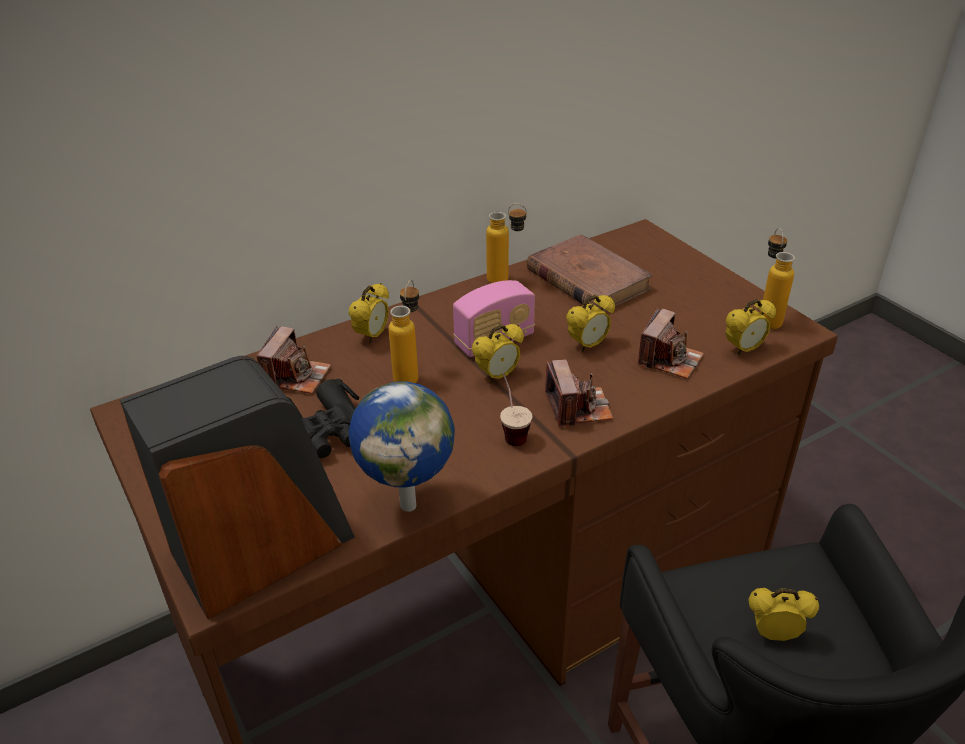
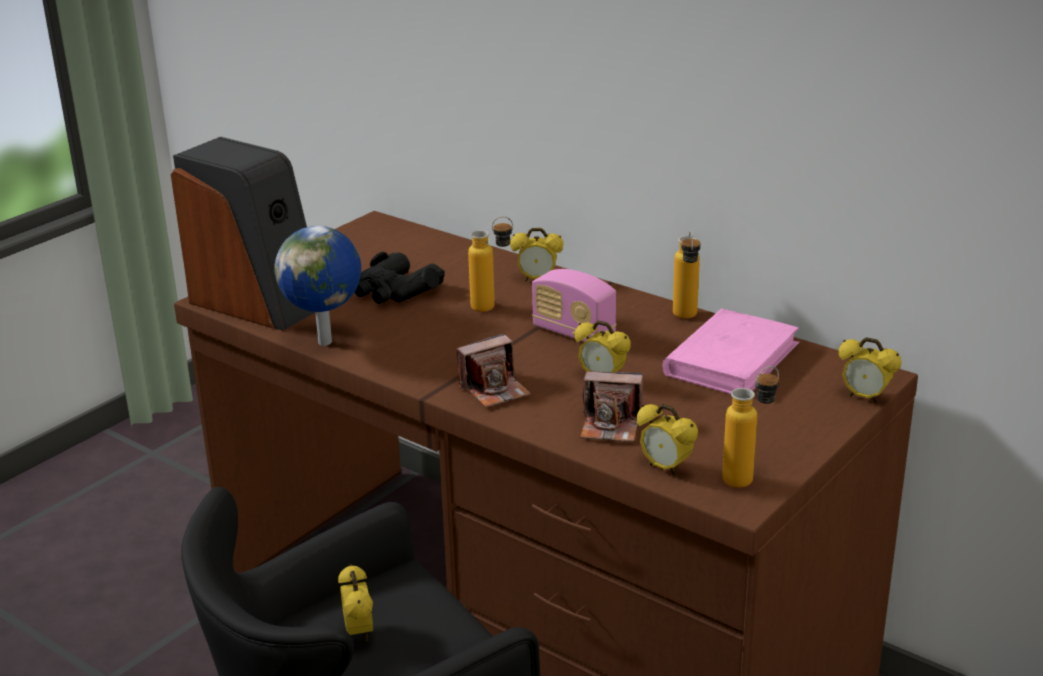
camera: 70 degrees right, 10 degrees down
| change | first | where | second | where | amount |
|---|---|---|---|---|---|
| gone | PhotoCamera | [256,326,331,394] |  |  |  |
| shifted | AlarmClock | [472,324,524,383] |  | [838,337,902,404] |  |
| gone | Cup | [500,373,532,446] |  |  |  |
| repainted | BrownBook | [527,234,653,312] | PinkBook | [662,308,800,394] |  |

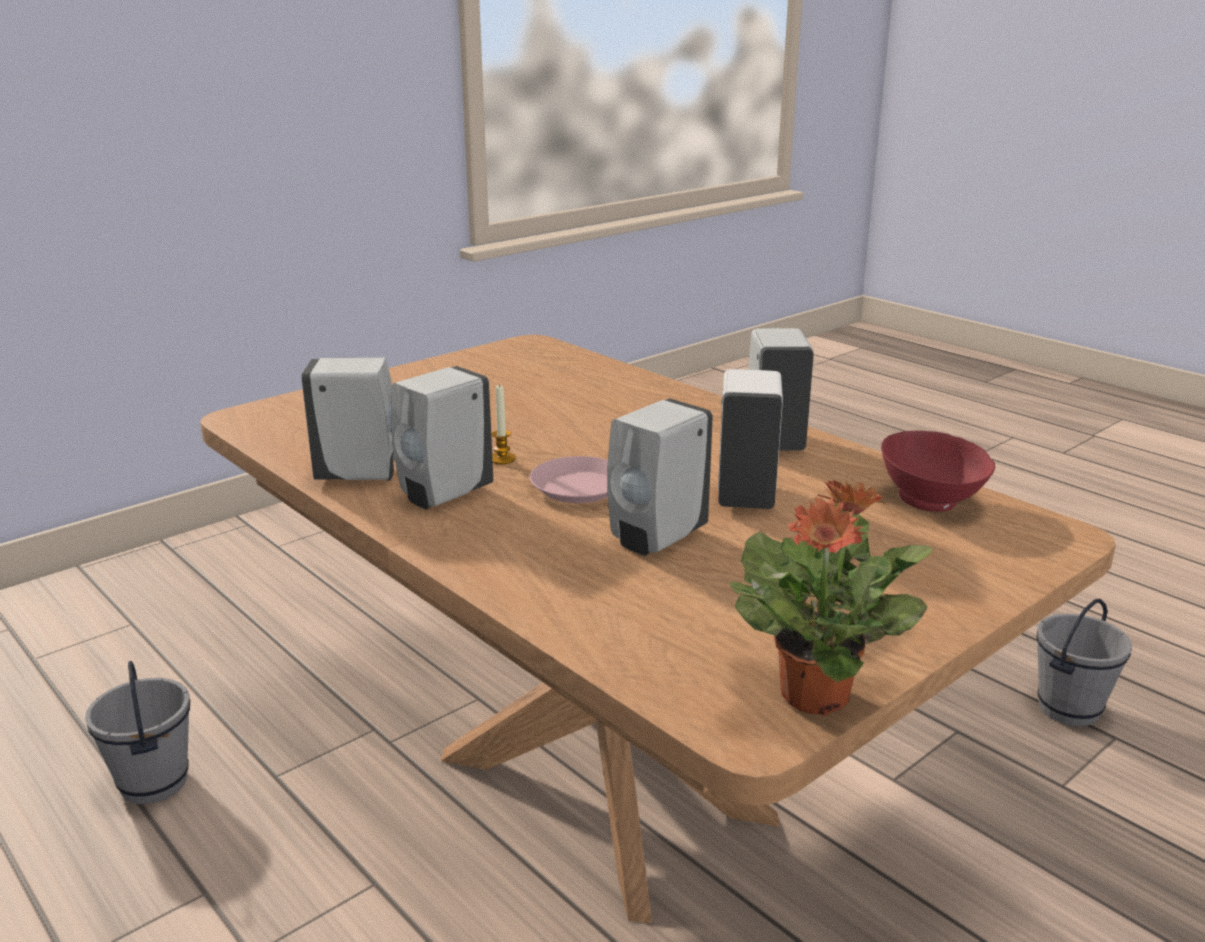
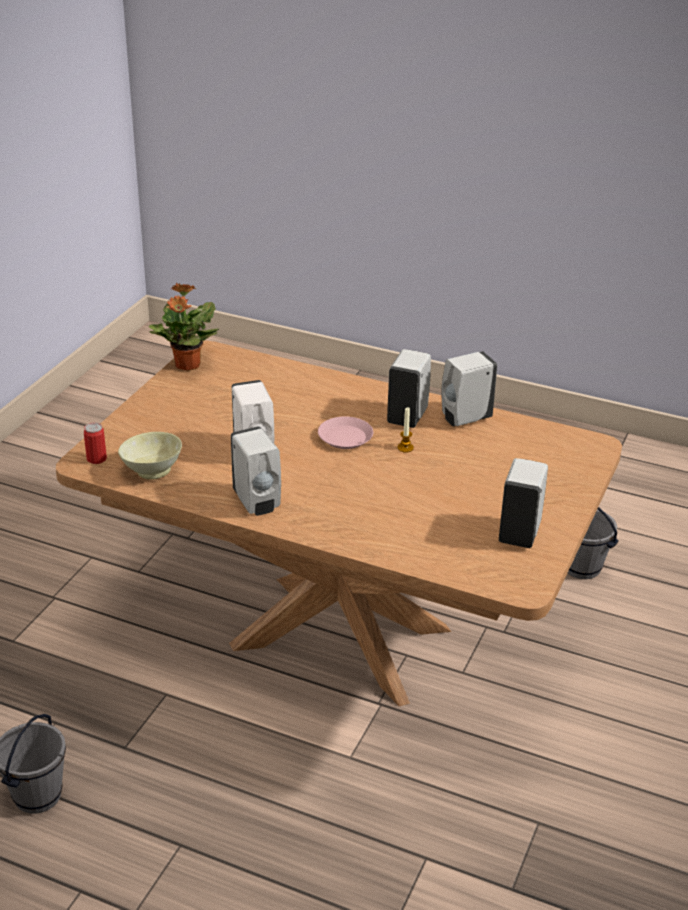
camera: 155 degrees right, 10 degrees up
| change | first | where | second | where | amount |
|---|---|---|---|---|---|
| shifted | WhiteSoapDispenser | [607,399,713,556] |  | [499,458,548,548] |  |
| repainted | RedBowl | [881,430,995,512] | BeigeBowl | [118,432,182,480] |  |
| new |  |  | Can | [84,422,107,464] |  |

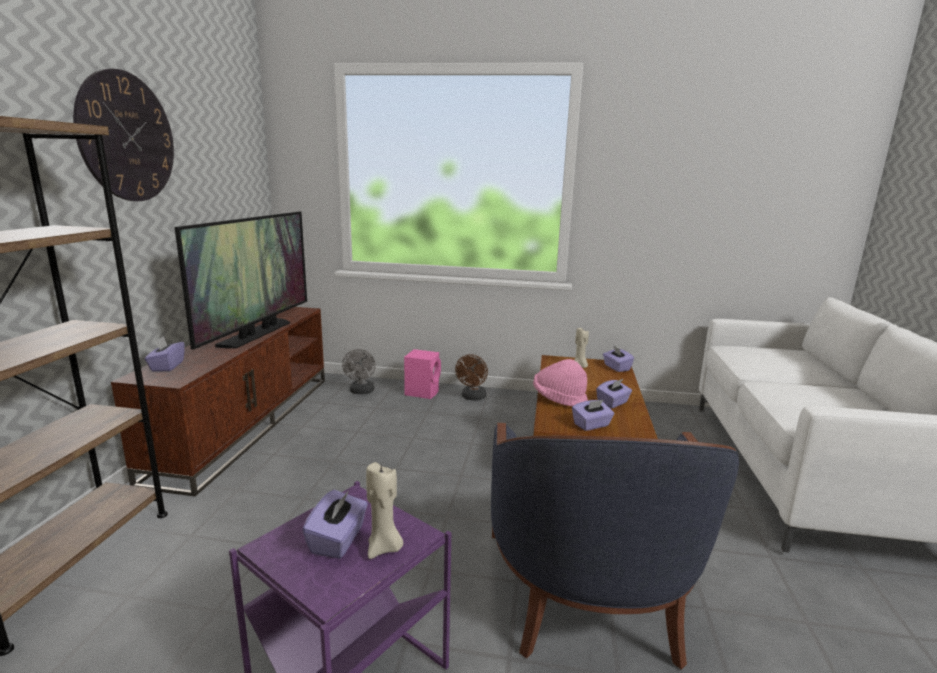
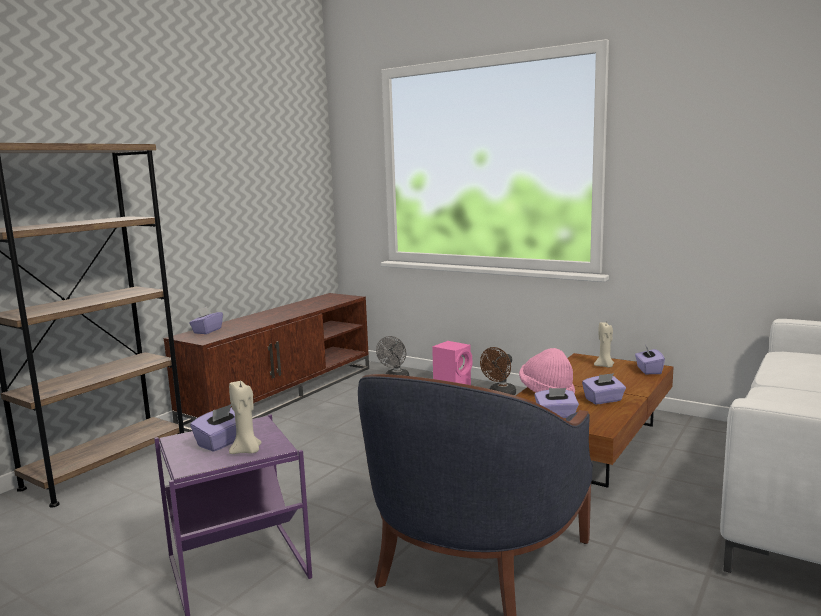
camera: 25 degrees right, 5 degrees down
| change | first | where | second | where | amount |
|---|---|---|---|---|---|
| gone | WallClock | [73,69,174,201] |  |  |  |
| gone | Television | [174,212,307,349] |  |  |  |

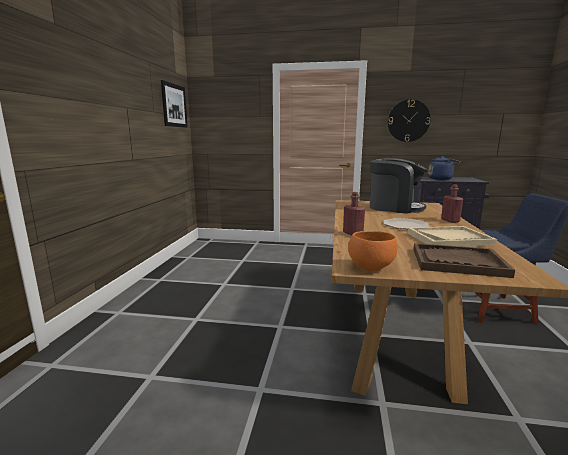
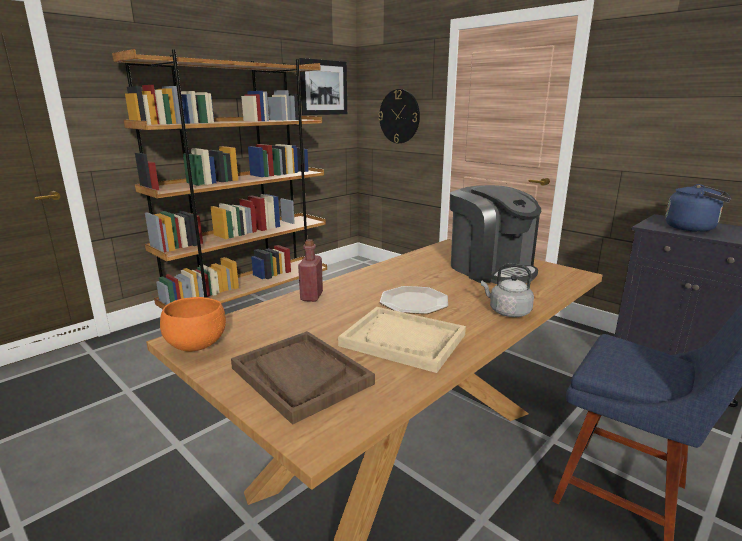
camera: 35 degrees right, 5 degrees up
| change | first | where | second | where | amount |
|---|---|---|---|---|---|
| shifted | WallClock | [388,99,430,142] |  | [378,89,420,143] |  |
| swapped | RedBottle | [441,184,463,223] | GreyKettle | [481,263,534,317] |  |
| new |  |  | BrownBookcase | [112,49,327,309] |  |

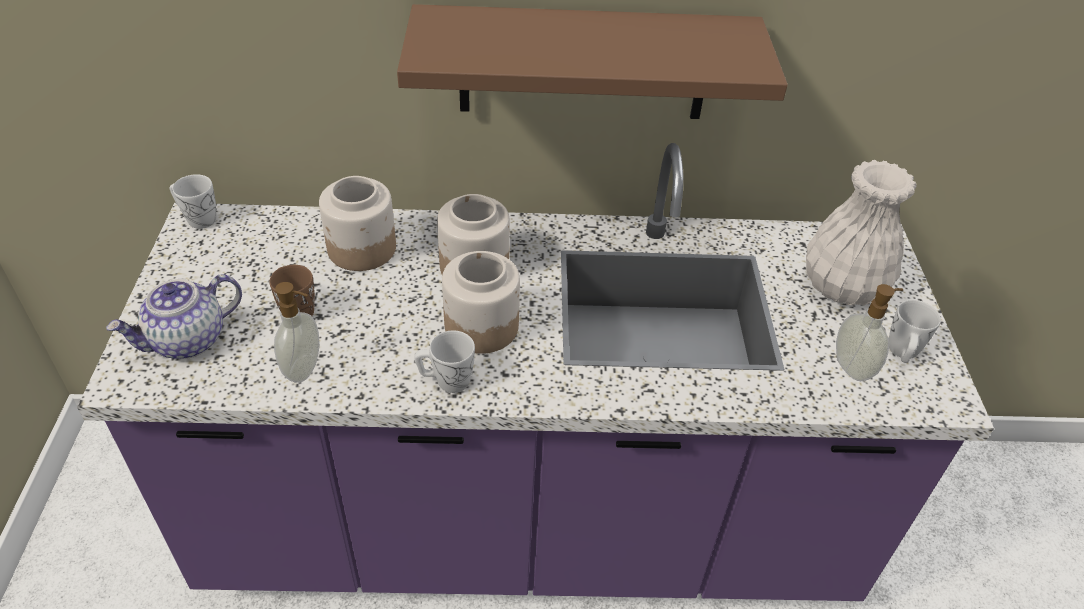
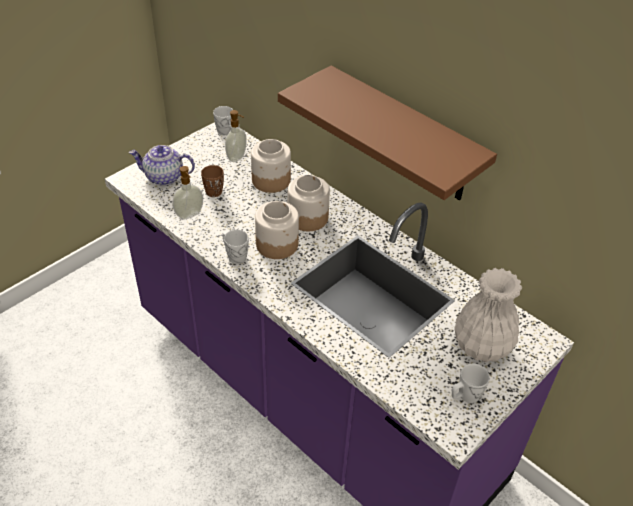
camera: 45 degrees right, 0 degrees up
| change | first | where | second | where | amount |
|---|---|---|---|---|---|
| shifted | SoapDispenser | [836,284,903,381] |  | [225,110,247,162] |  |

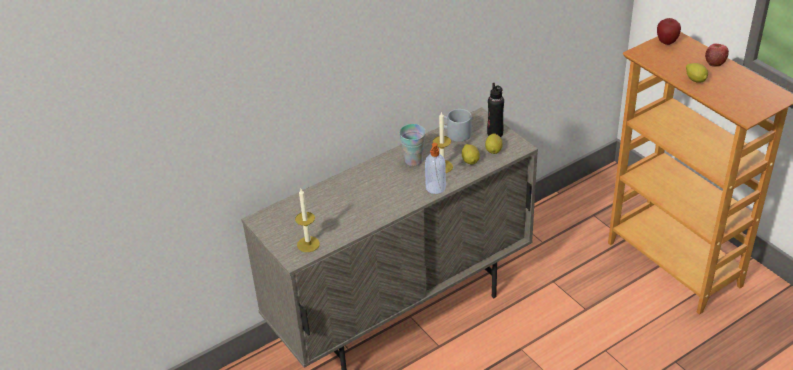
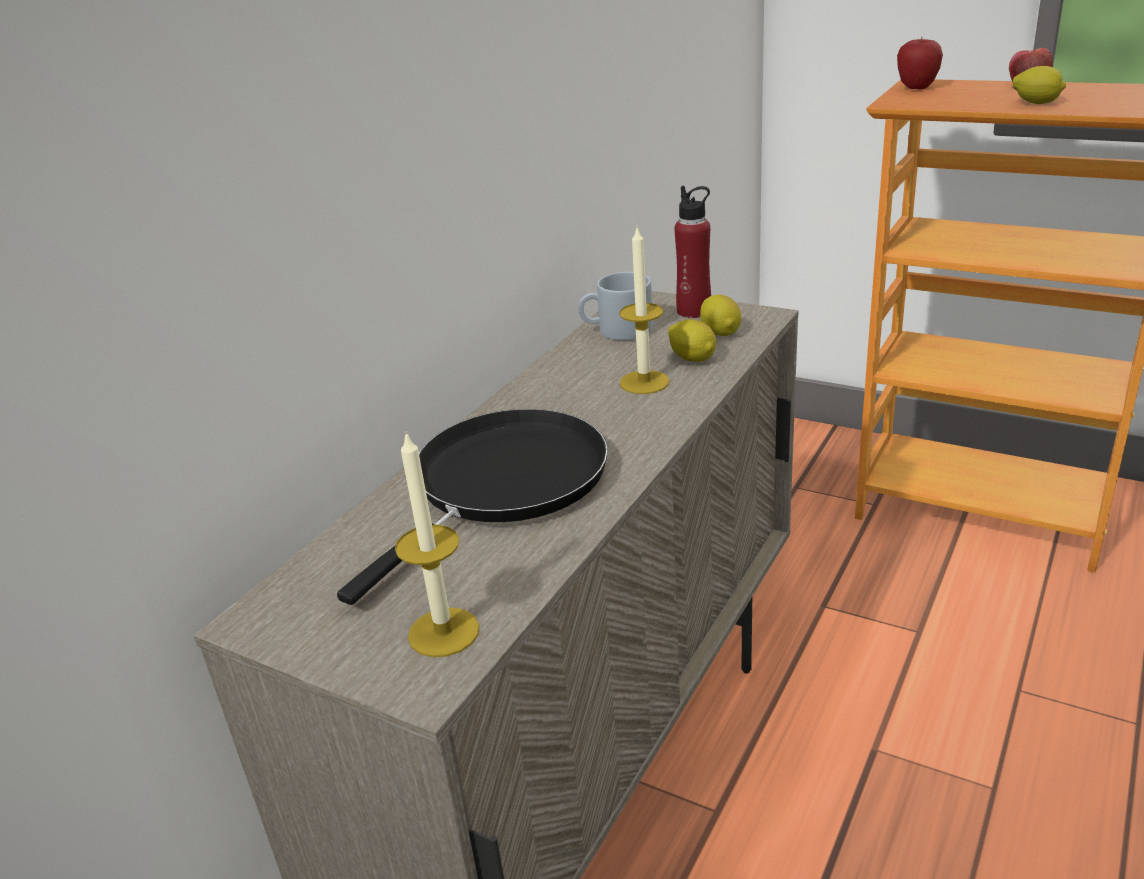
camera: 25 degrees left, 10 degrees down
| change | first | where | second | where | amount |
|---|---|---|---|---|---|
| gone | Cup | [399,124,426,166] |  |  |  |
| gone | SoapDispenser | [425,143,446,194] |  |  |  |
| repainted | BlackBottle | [487,83,504,137] | RedBottle | [674,186,711,318] |  |
| new |  |  | BlackFryingPan | [337,409,608,605] |  |

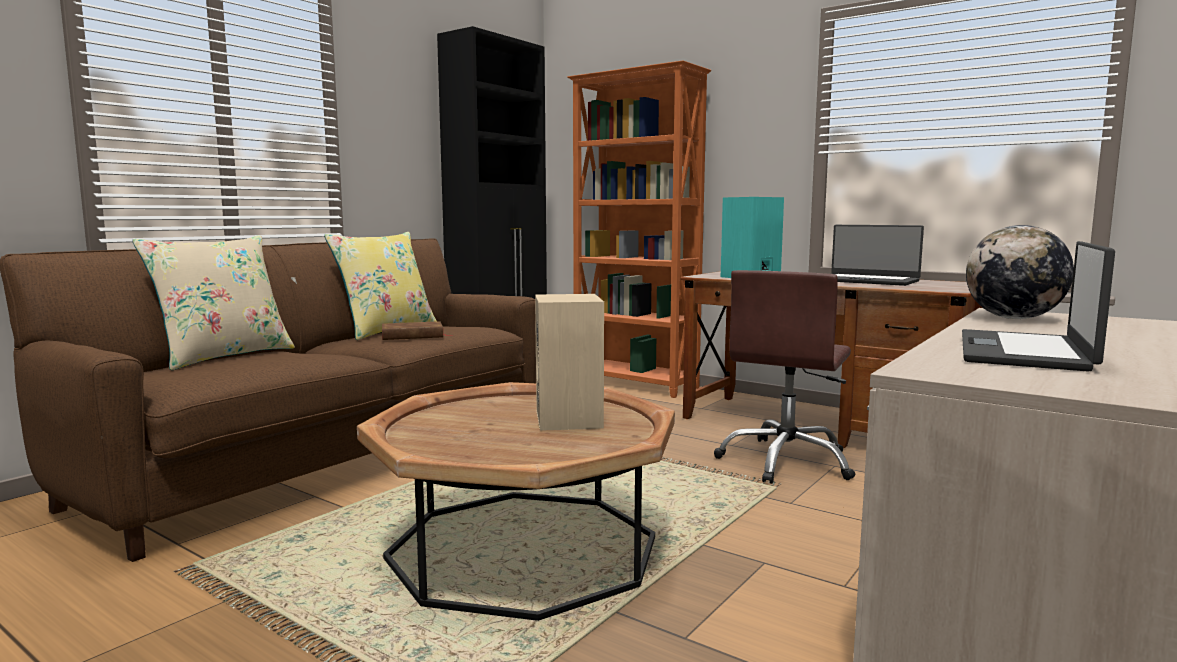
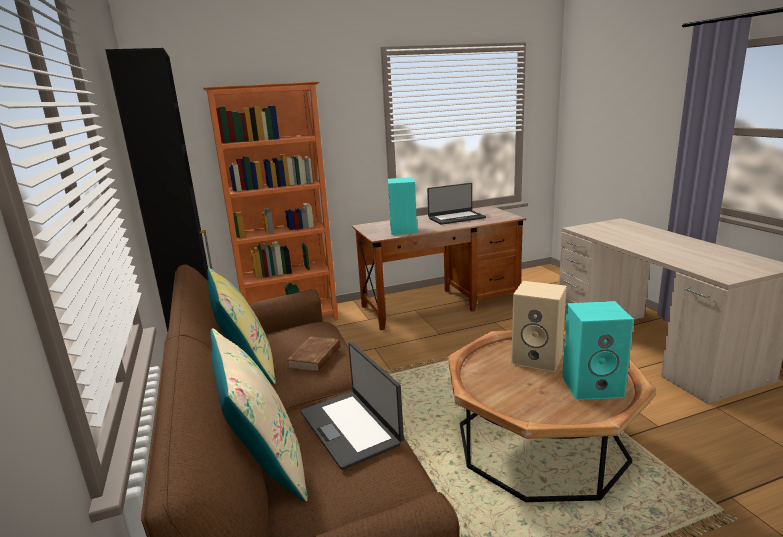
camera: 55 degrees left, 10 degrees up
| change | first | where | second | where | amount |
|---|---|---|---|---|---|
| gone | BrownOfficeChair | [714,270,855,484] |  |  |  |
| shifted | Laptop | [962,241,1115,372] |  | [301,342,404,470] |  |
| gone | Globe | [966,225,1074,319] |  |  |  |
| new |  |  | TurquoiseSpeaker | [562,301,634,400] |  |

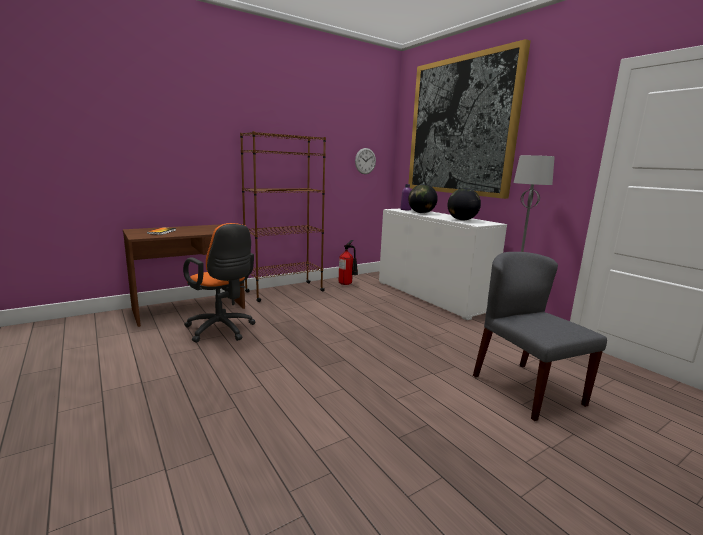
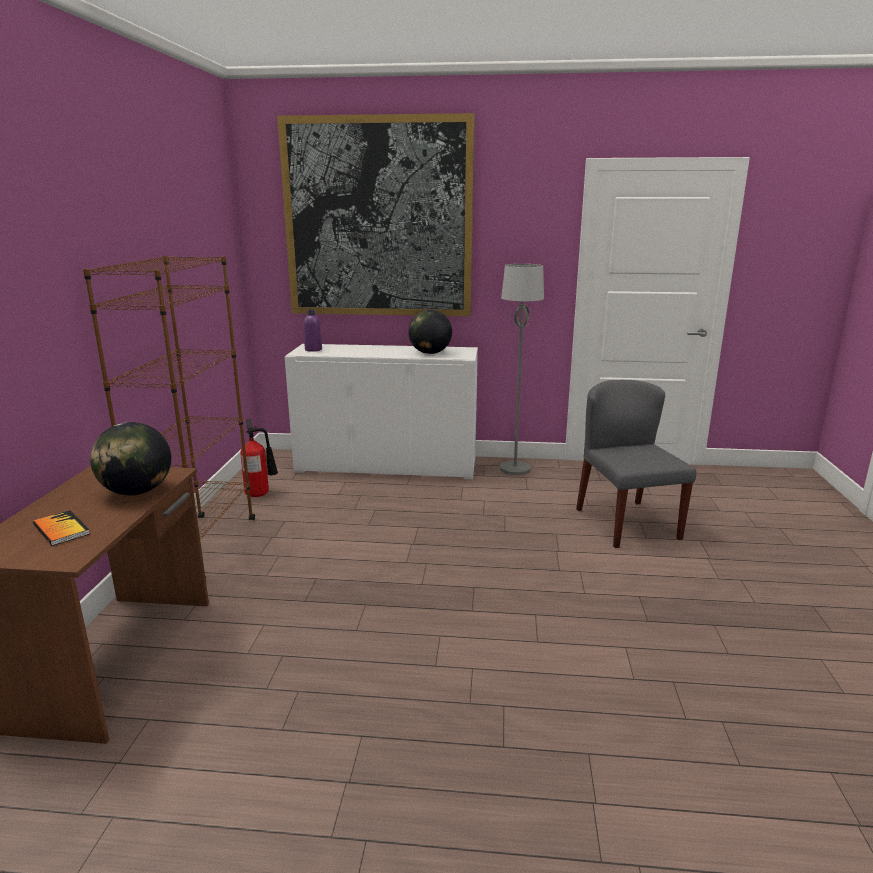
camera: 50 degrees left, 5 degrees up
| change | first | where | second | where | amount |
|---|---|---|---|---|---|
| gone | OrangeOfficeChair | [183,223,255,343] |  |  |  |
| gone | WallClock | [355,148,376,174] |  |  |  |
| shifted | Globe | [408,184,438,213] |  | [90,422,171,496] |  |
| rotated | GreyChair | [473,252,607,421] |  | [576,380,696,548] | 60 degrees clockwise |

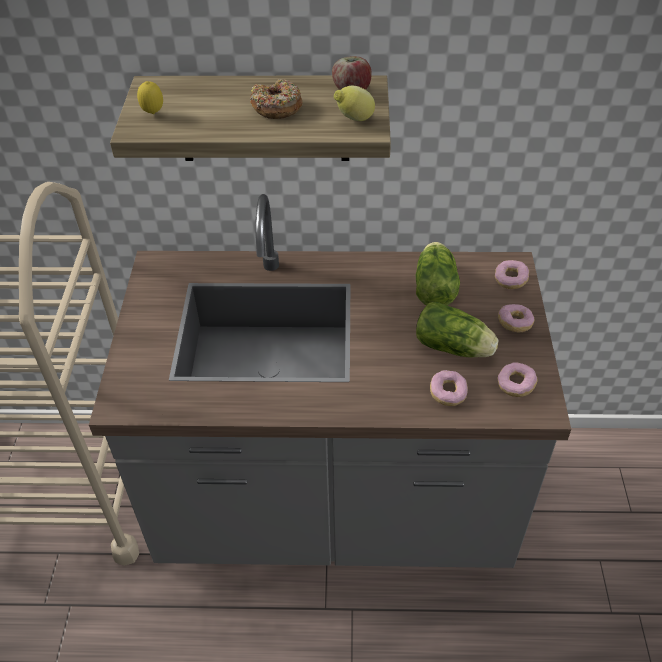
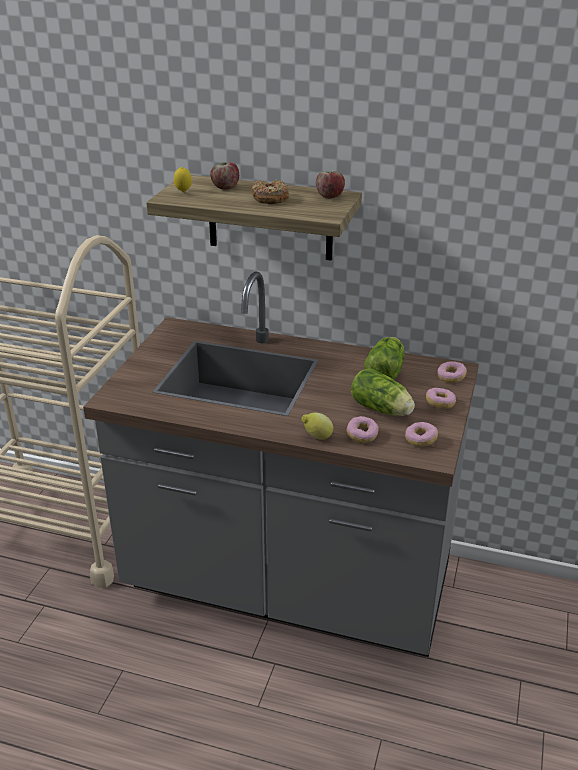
camera: 15 degrees right, 15 degrees down
| change | first | where | second | where | amount |
|---|---|---|---|---|---|
| shifted | Lemon | [334,86,375,121] |  | [301,413,333,440] |  |
| new |  |  | Apple | [210,162,239,190] |  |

